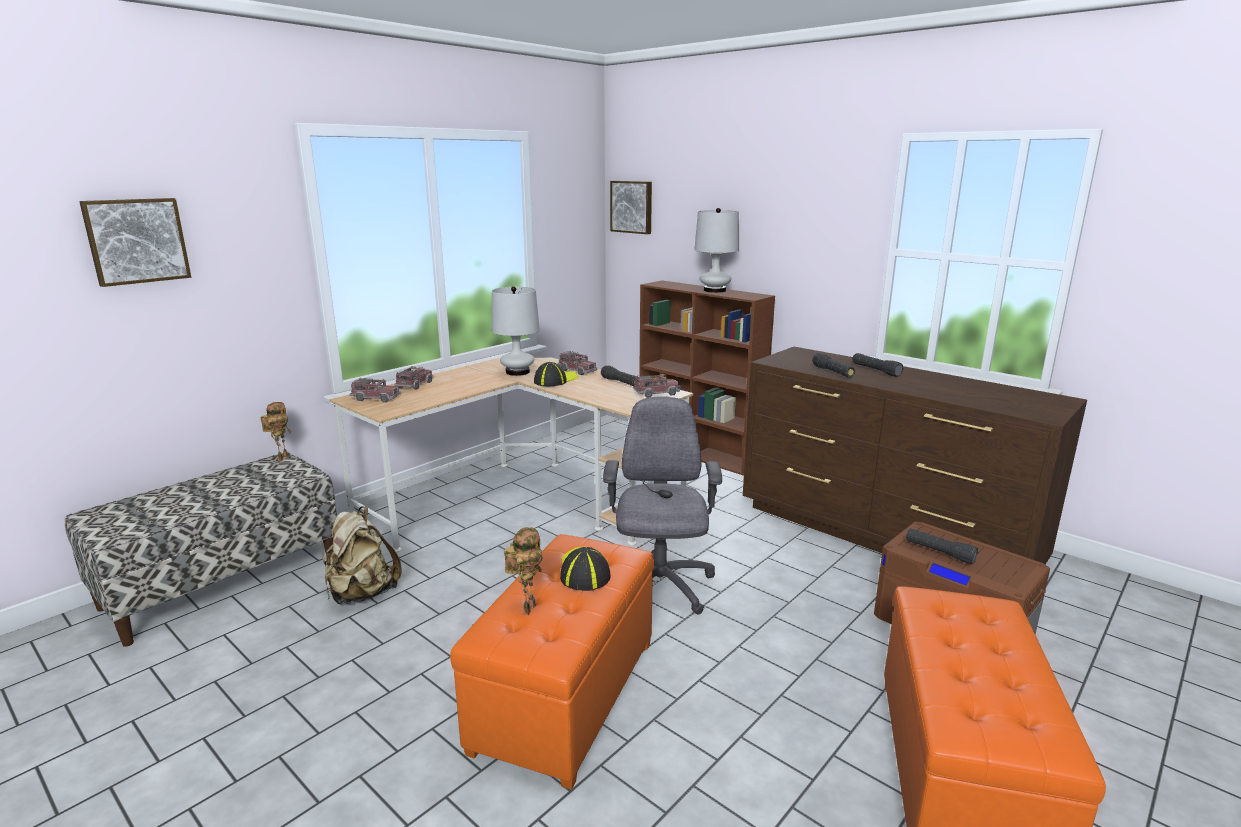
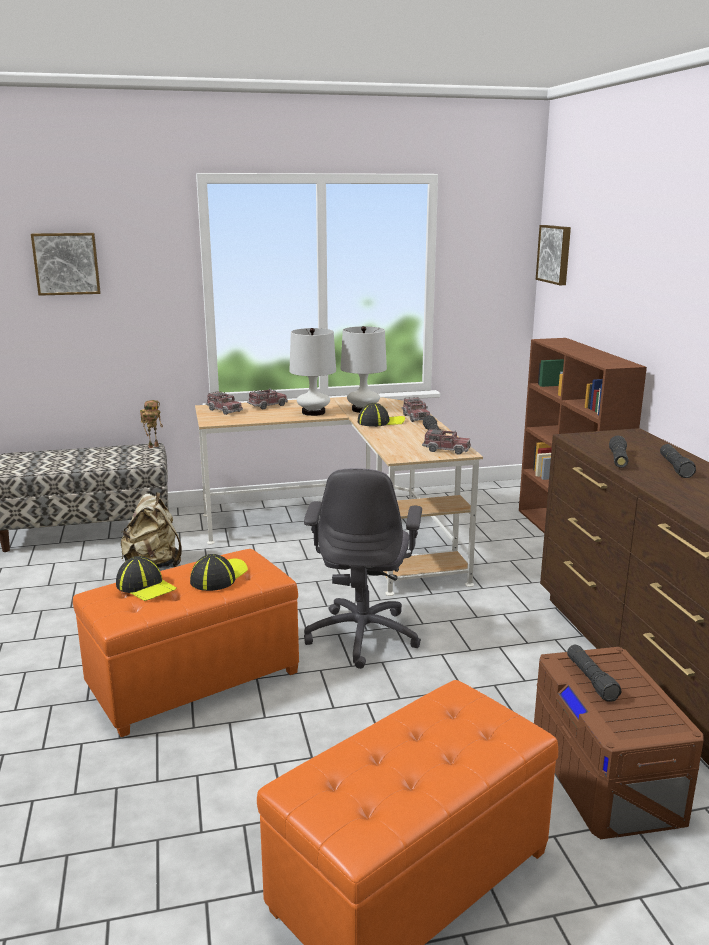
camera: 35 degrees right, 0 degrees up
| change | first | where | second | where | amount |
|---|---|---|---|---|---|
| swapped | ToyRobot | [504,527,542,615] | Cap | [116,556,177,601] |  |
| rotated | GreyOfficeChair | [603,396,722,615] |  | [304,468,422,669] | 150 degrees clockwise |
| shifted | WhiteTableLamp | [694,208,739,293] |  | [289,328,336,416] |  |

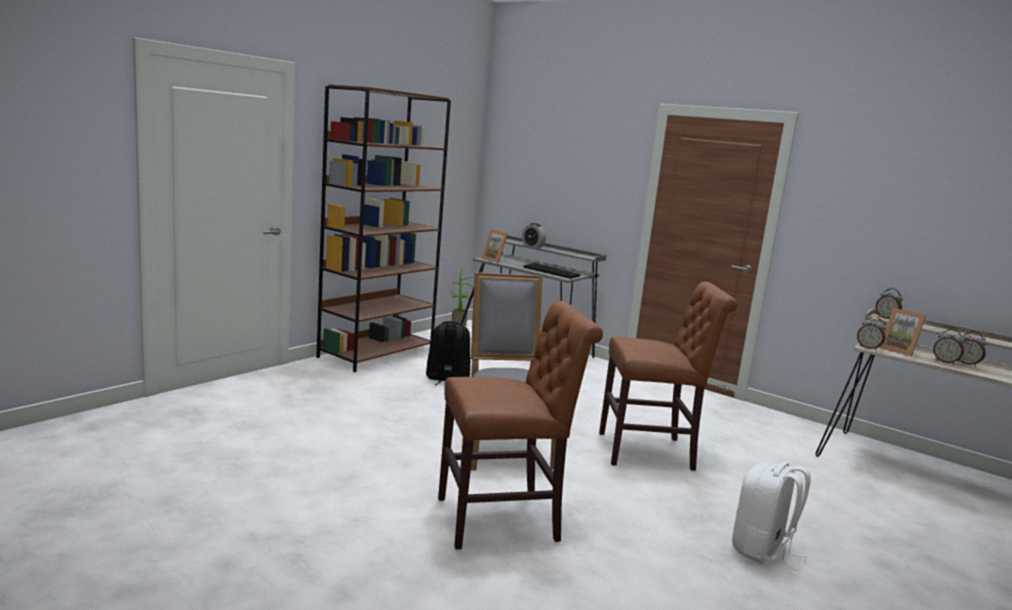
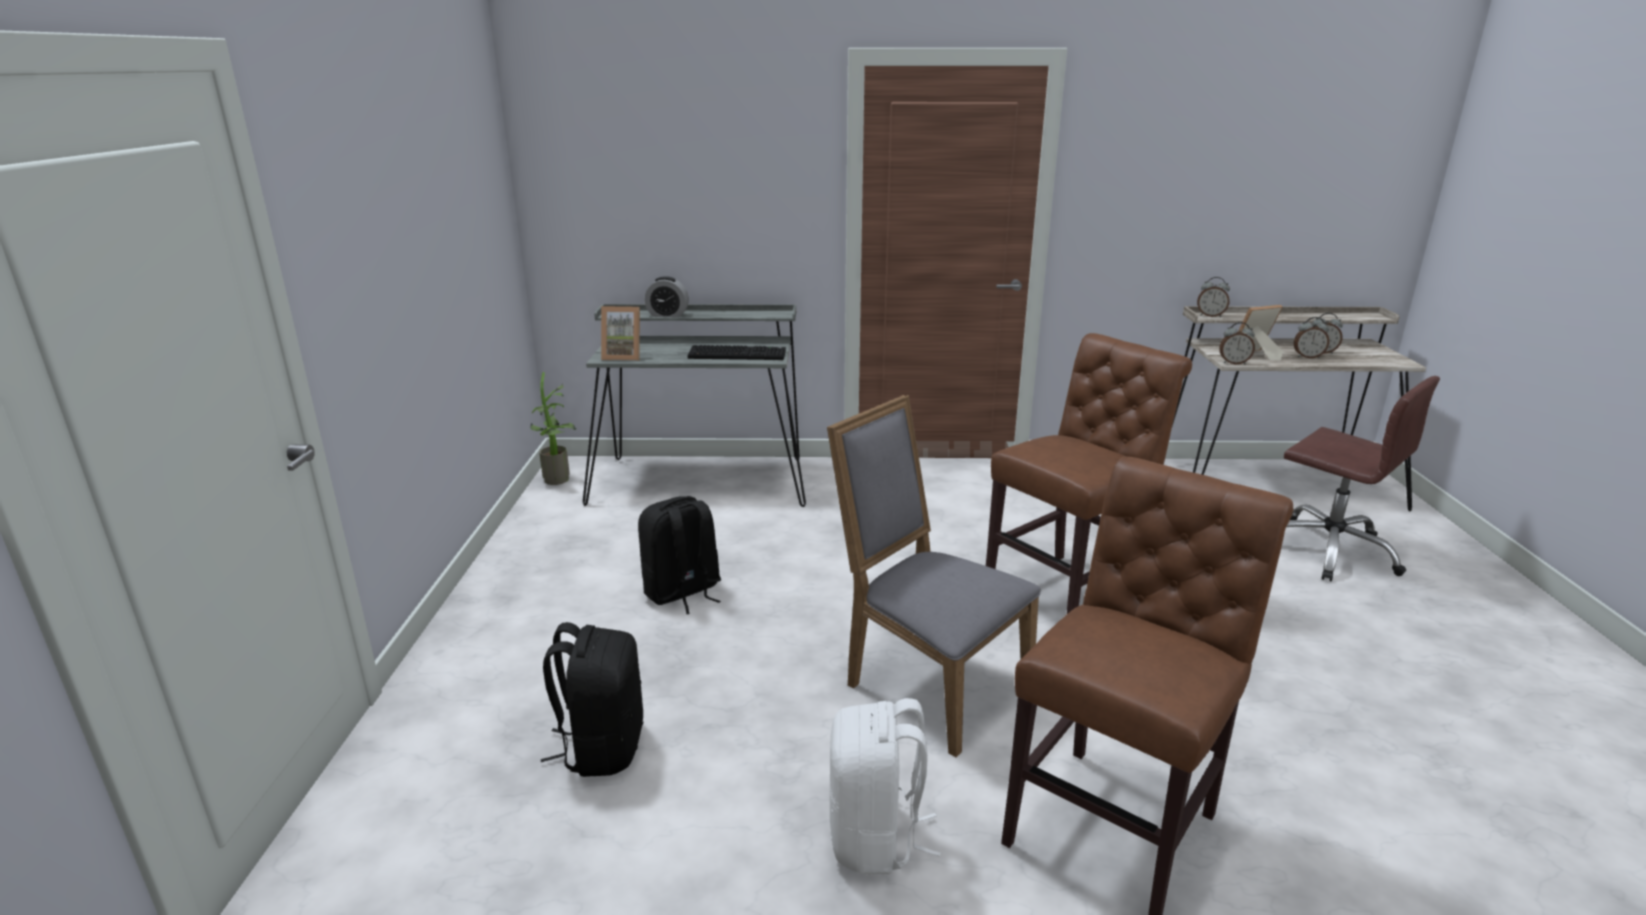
camera: 35 degrees left, 10 degrees up
| change | first | where | second | where | amount |
|---|---|---|---|---|---|
| gone | BrownBookcase | [316,84,451,372] |  |  |  |
| shifted | WhiteBackpack | [732,462,811,571] |  | [830,698,941,874] |  |
| rotated | PictureFrame | [880,308,926,356] |  | [1238,305,1283,360] | 150 degrees clockwise |
| new |  |  | BlackBackpack | [541,622,643,777] |  |
| new |  |  | BrownOfficeChair | [1284,376,1440,581] |  |

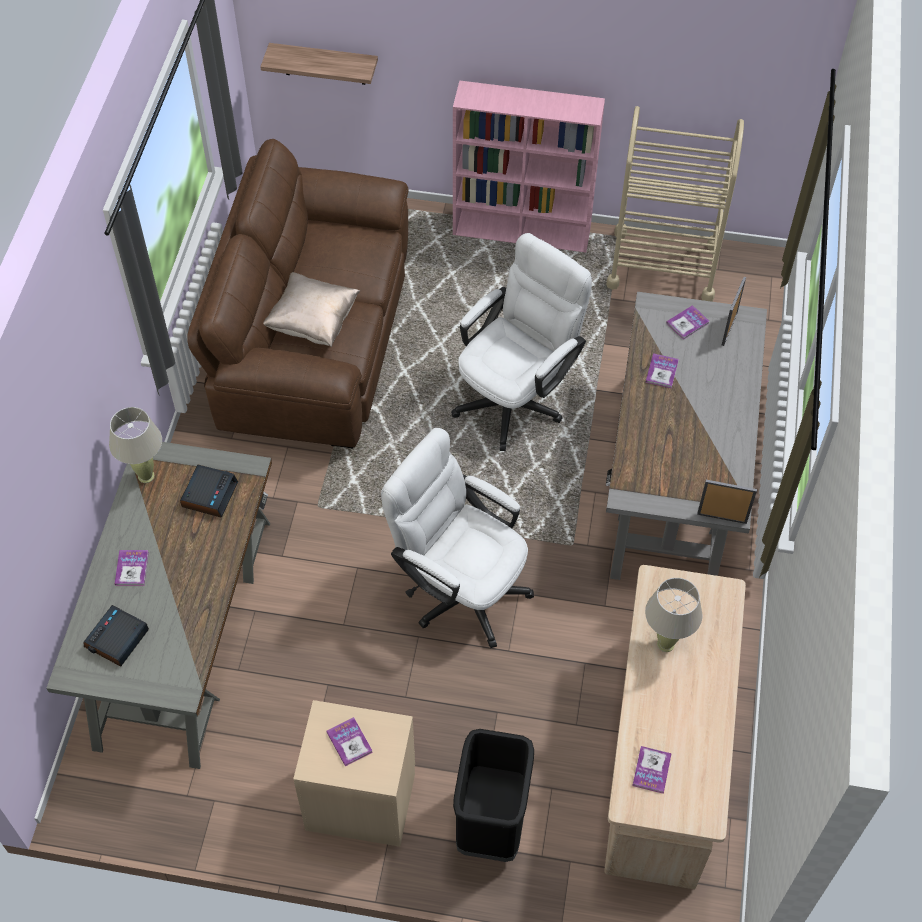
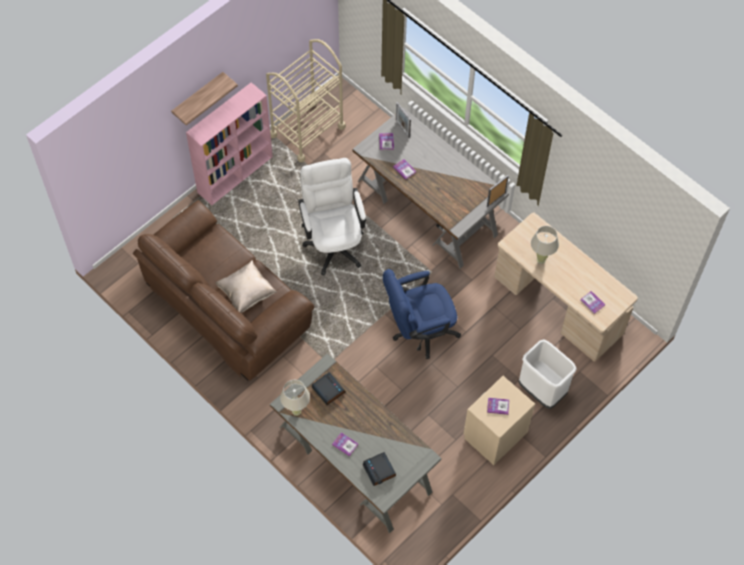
camera: 55 degrees left, 5 degrees up
| change | first | where | second | where | amount |
|---|---|---|---|---|---|
| shifted | Shelf | [260,43,378,85] |  | [171,72,238,125] |  |
| repainted | WhiteOfficeChair | [381,428,534,648] | BlueOfficeChair | [383,269,461,359] |  |
| repainted | BlackTrashCan | [453,729,534,862] | WhiteTrashCan | [519,339,577,409] |  |

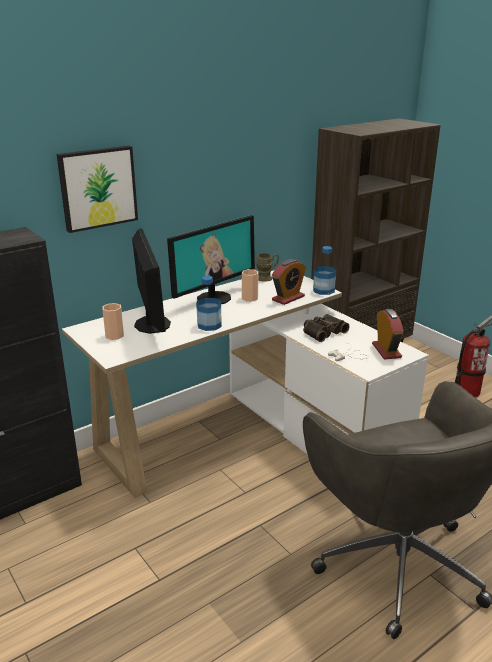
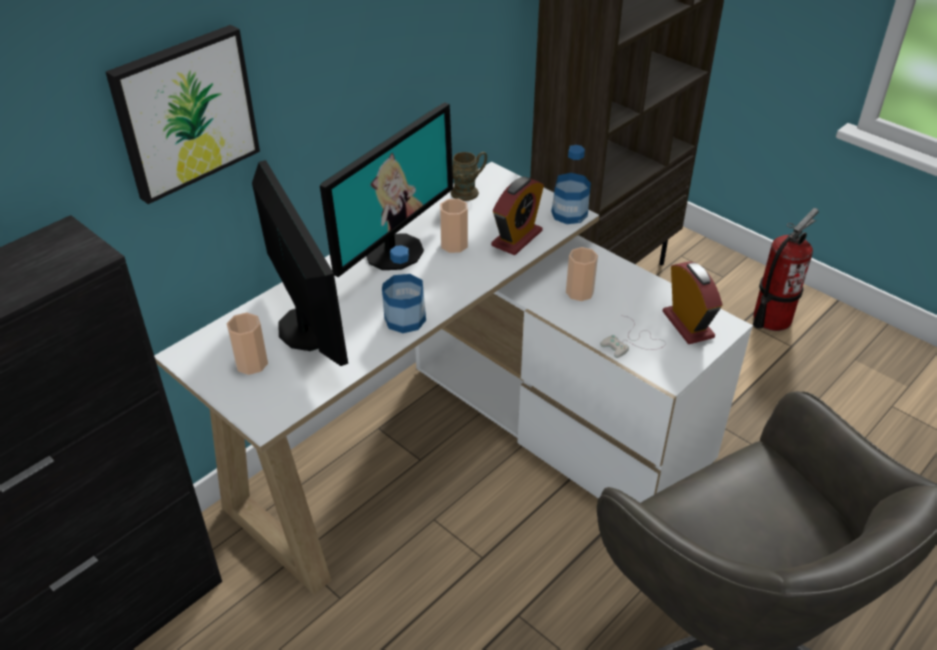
camera: 10 degrees left, 15 degrees up
| change | first | where | second | where | amount |
|---|---|---|---|---|---|
| swapped | Binoculars | [303,314,350,342] | Cup | [566,247,598,301] |  |

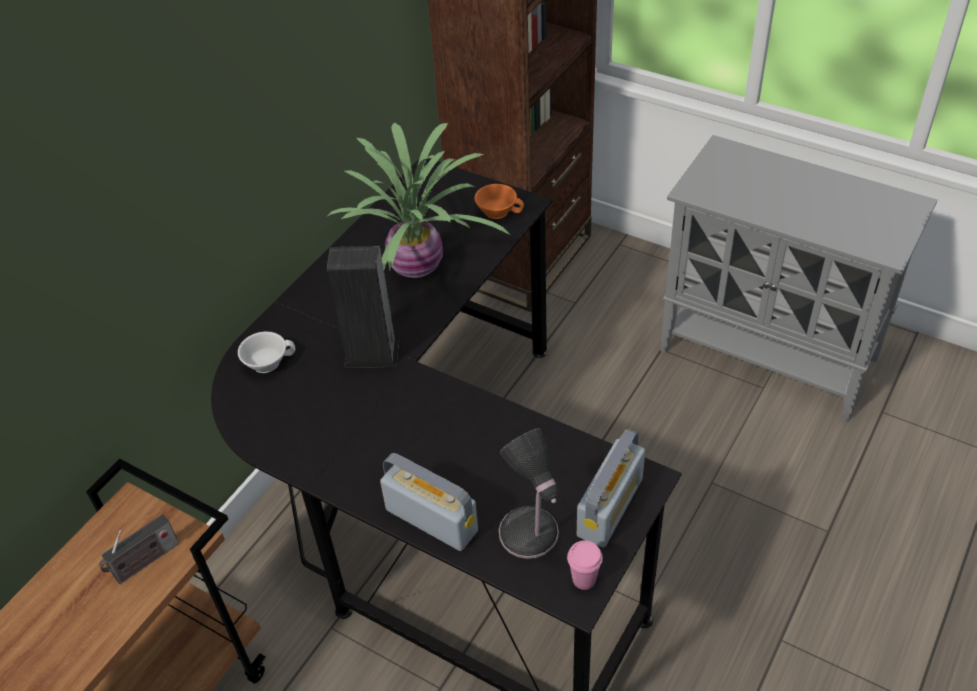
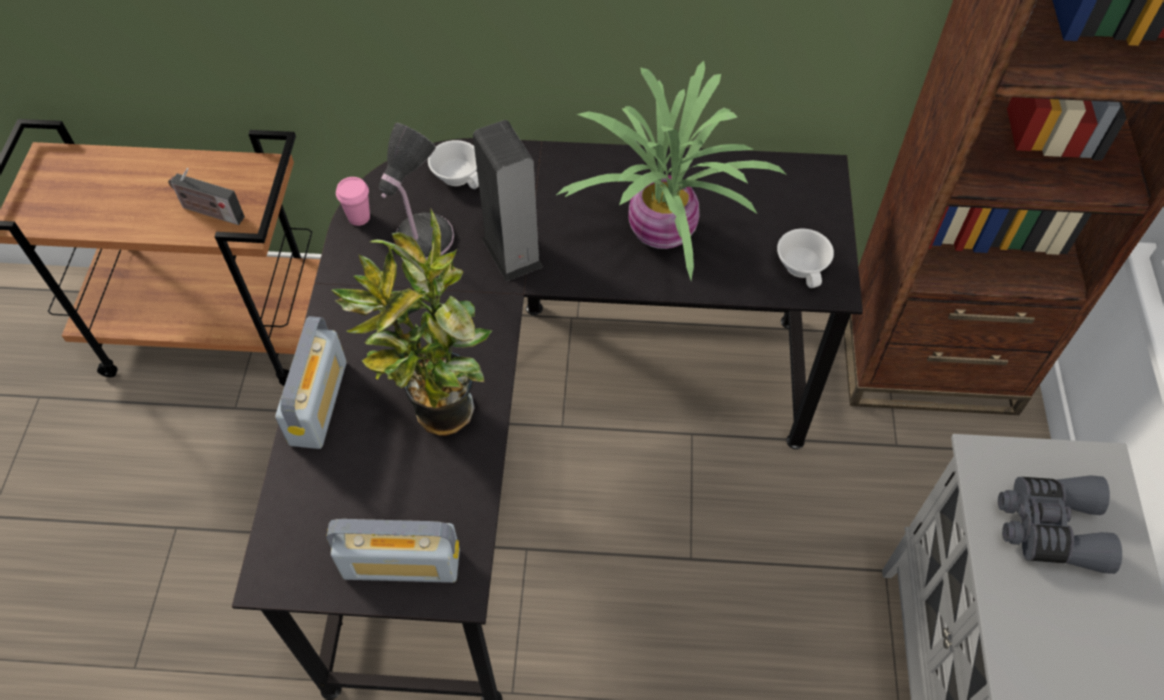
camera: 60 degrees right, 10 degrees up
| change | first | where | second | where | amount |
|---|---|---|---|---|---|
| repainted | OrangeCup | [474,184,524,219] | WhiteCup | [777,228,834,288] |  |
| shifted | TableLamp | [499,428,559,559] |  | [379,123,454,260] |  |
| shifted | PinkCup | [567,540,603,590] |  | [336,177,370,226] |  |
| new |  |  | PottedPlant | [332,209,492,436] |  |
| new |  |  | GreyBinoculars | [998,475,1122,574] |  |

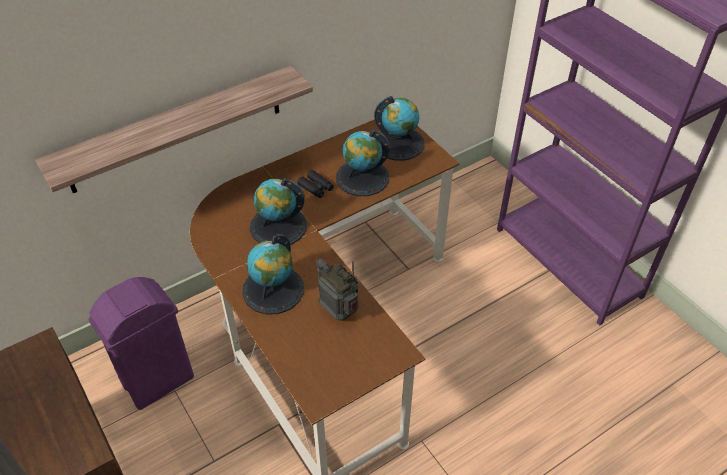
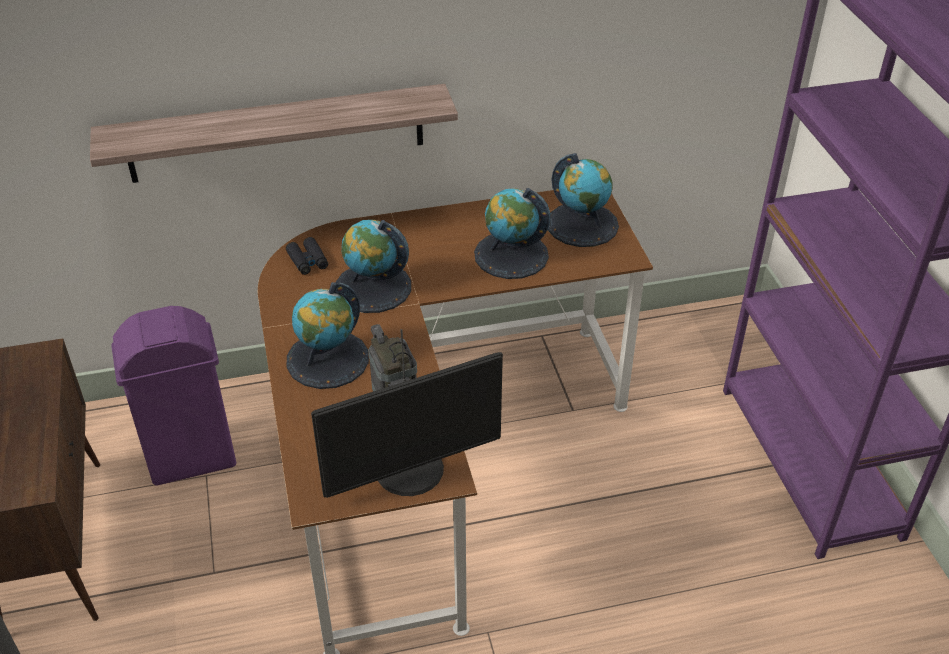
camera: 20 degrees right, 5 degrees down
| change | first | where | second | where | amount |
|---|---|---|---|---|---|
| shifted | BlackBinoculars | [297,170,334,198] |  | [286,237,328,275] |  |
| new |  |  | Monitor | [311,352,503,498] |  |

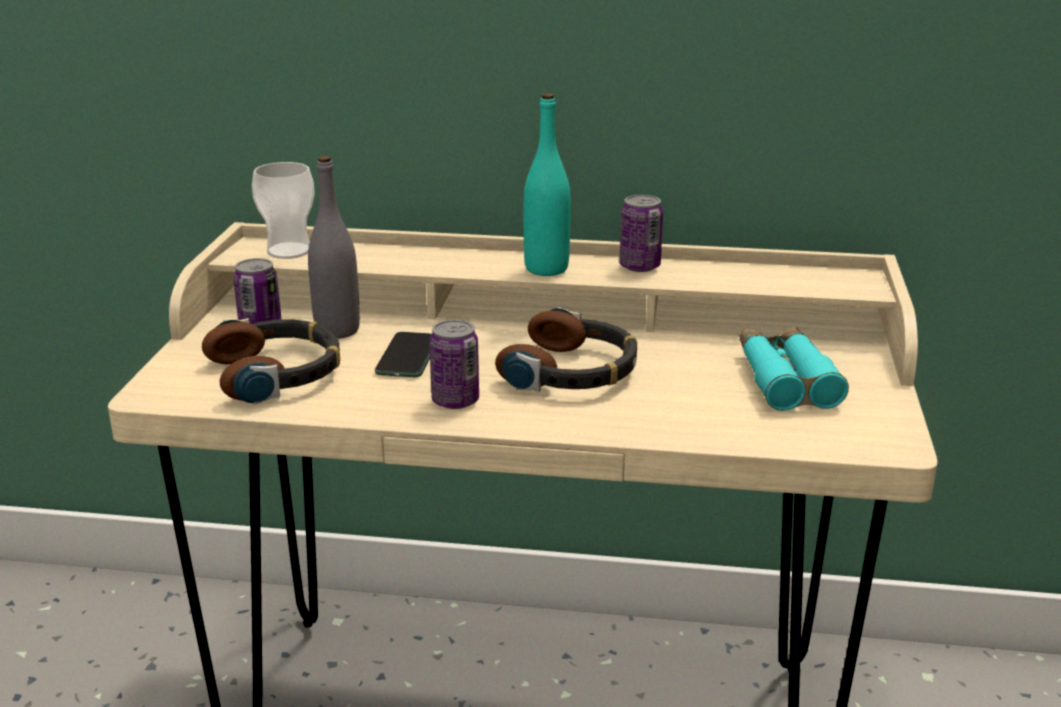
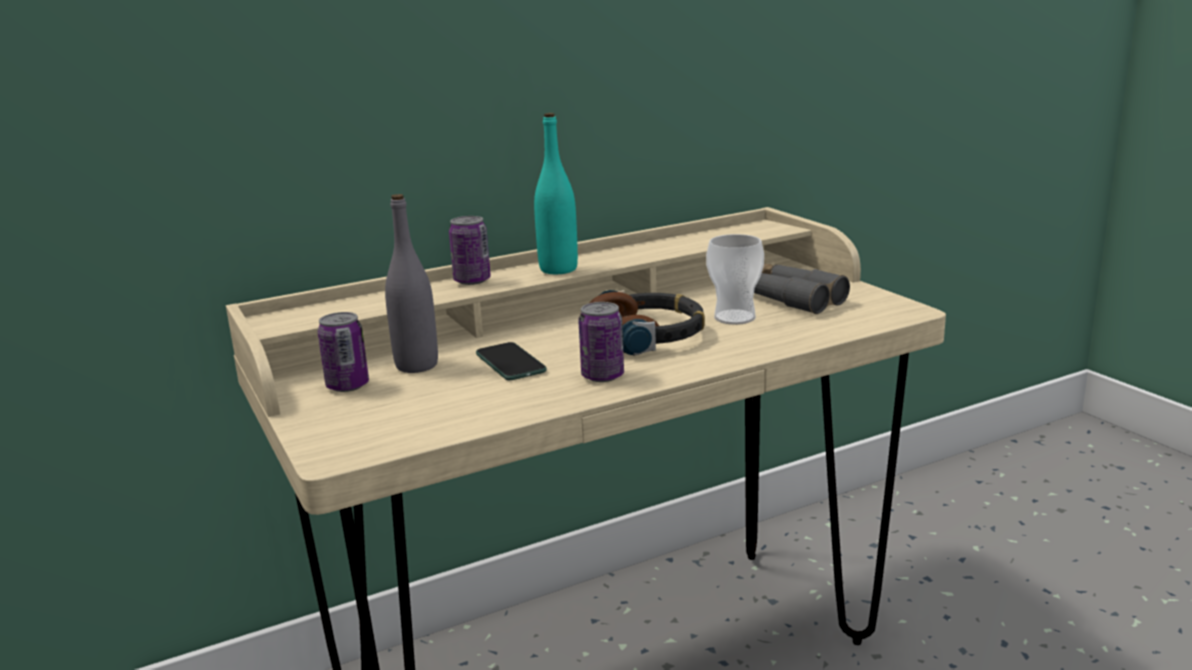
camera: 35 degrees left, 5 degrees down
| change | first | where | second | where | amount |
|---|---|---|---|---|---|
| gone | Headphones | [202,318,340,404] |  |  |  |
| shifted | Cup | [252,162,315,259] |  | [706,234,764,325] |  |
| shifted | Can | [619,195,663,272] |  | [449,216,491,285] |  |
| repainted | TurquoiseBinoculars | [739,327,849,411] | GreyBinoculars | [754,263,850,314] |  |

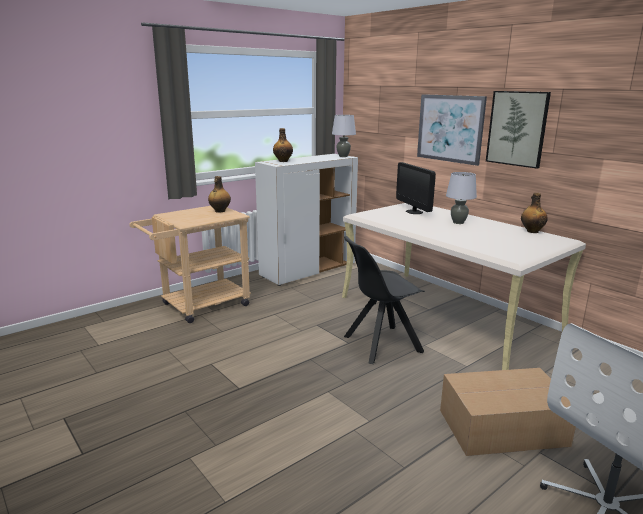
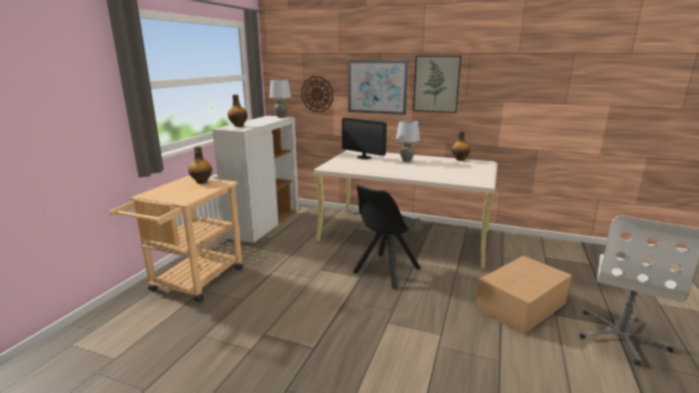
camera: 30 degrees left, 0 degrees up
| change | first | where | second | where | amount |
|---|---|---|---|---|---|
| new |  |  | WallClock | [301,76,333,112] |  |

